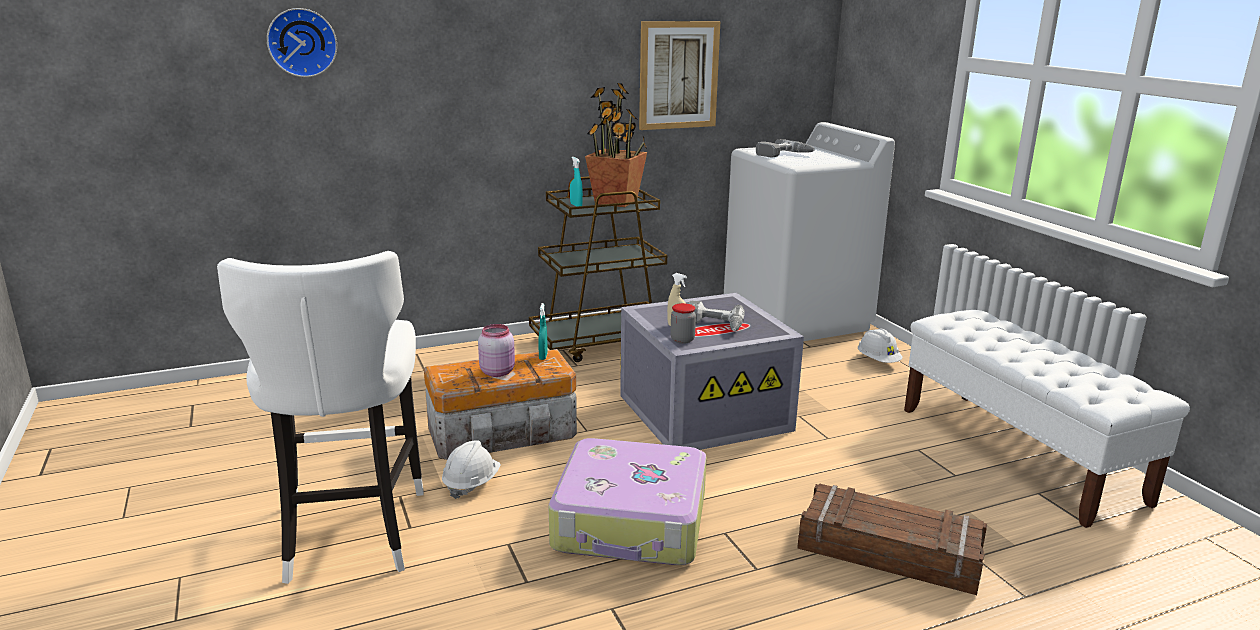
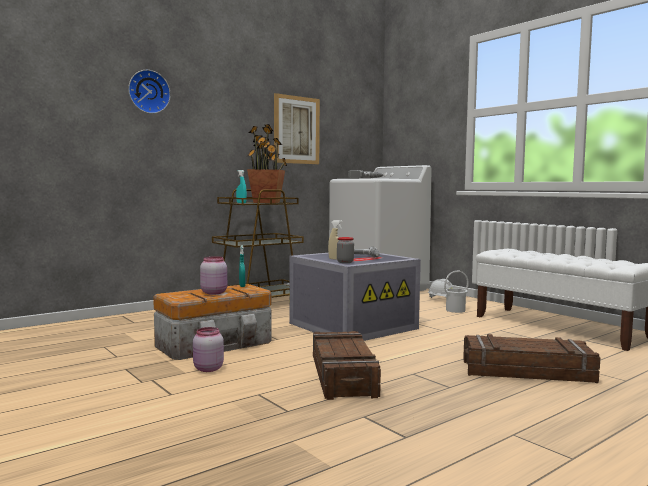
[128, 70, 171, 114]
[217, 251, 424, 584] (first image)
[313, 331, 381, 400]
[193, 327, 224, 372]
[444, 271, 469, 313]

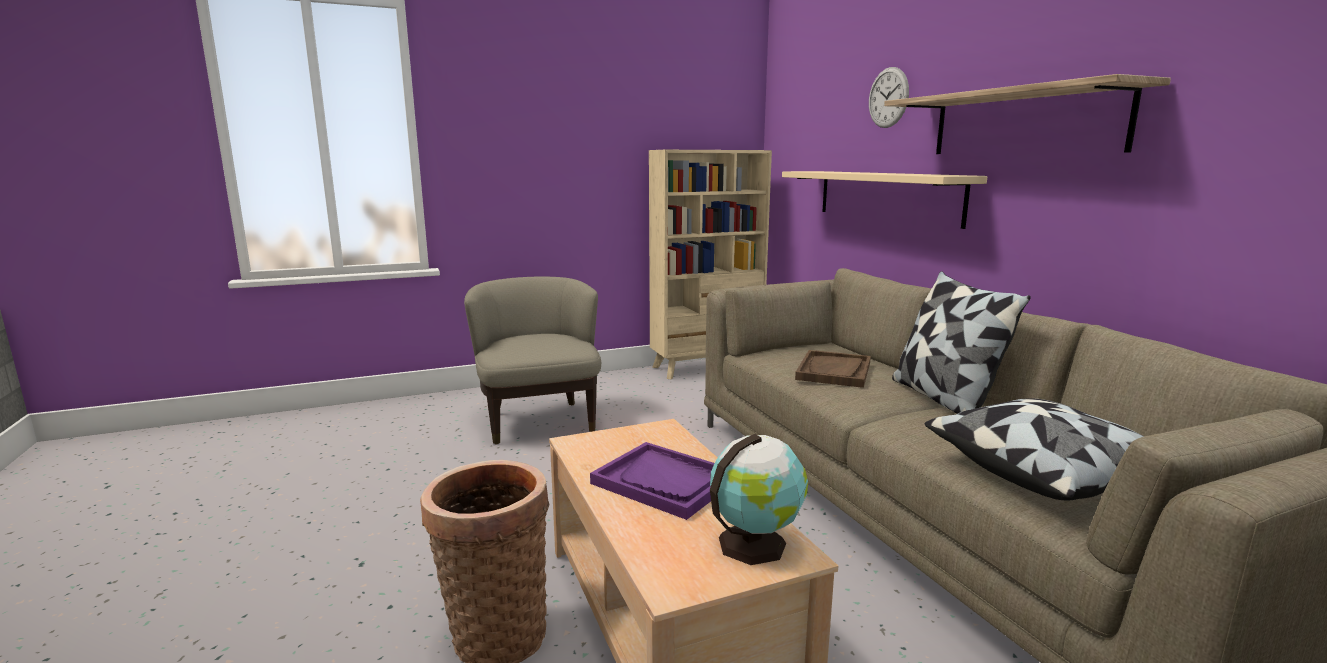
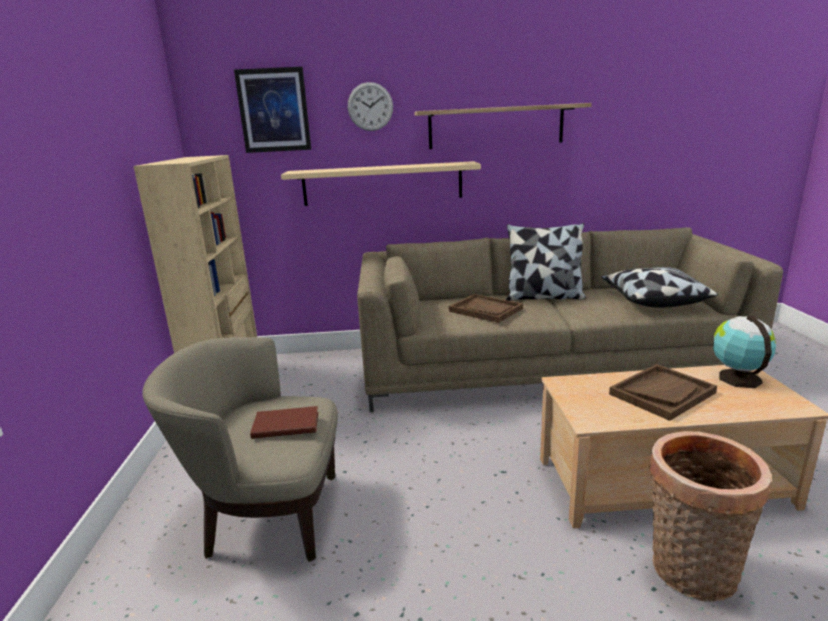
[609, 364, 717, 421]
[234, 67, 311, 153]
[250, 406, 318, 439]

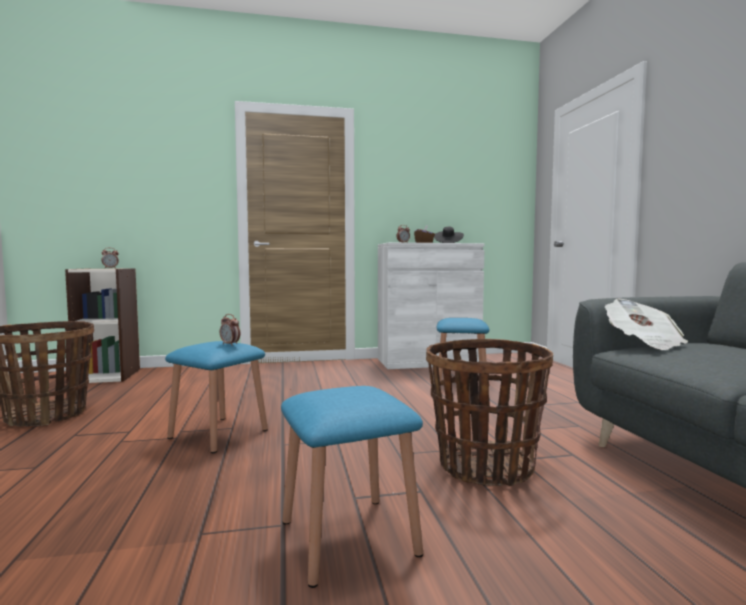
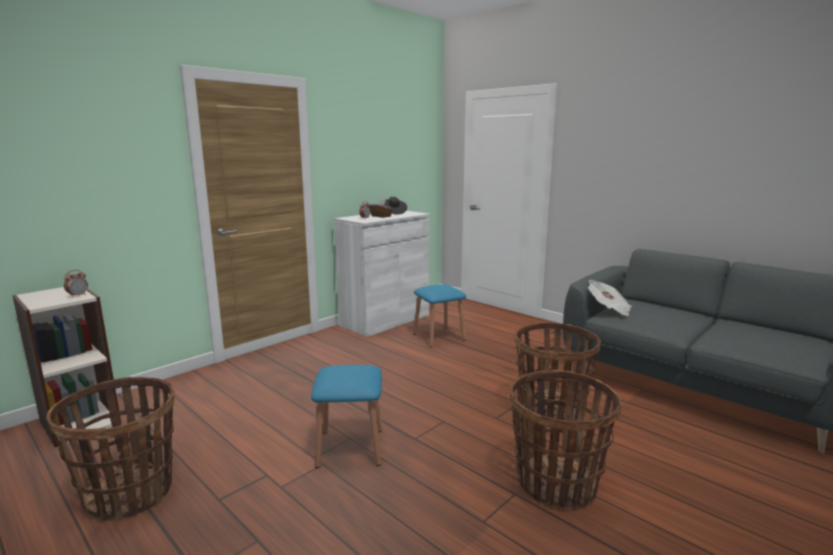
[220, 314, 240, 346] (first image)
[510, 370, 621, 509]

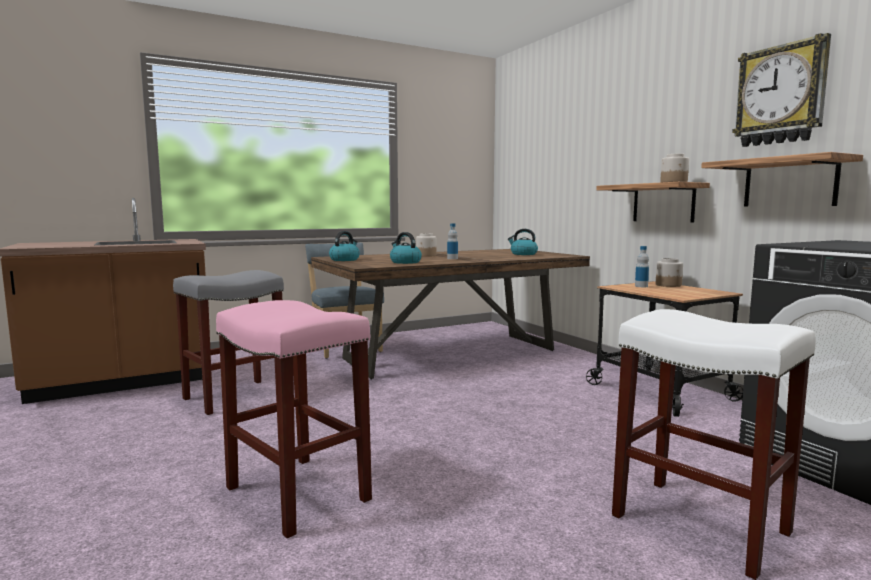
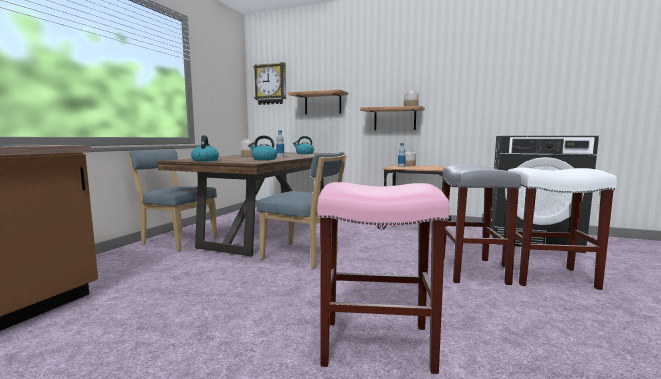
[253, 62, 286, 105]
[288, 90, 348, 114]
[442, 165, 521, 285]
[257, 152, 347, 268]

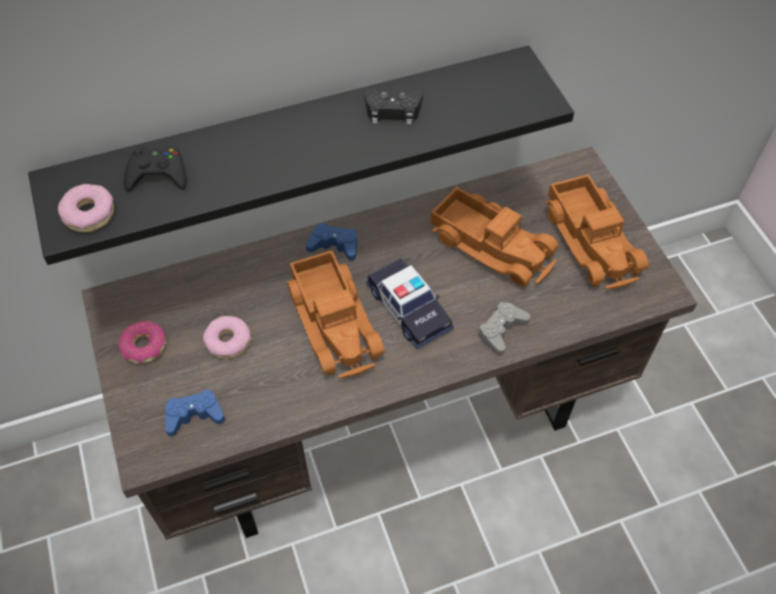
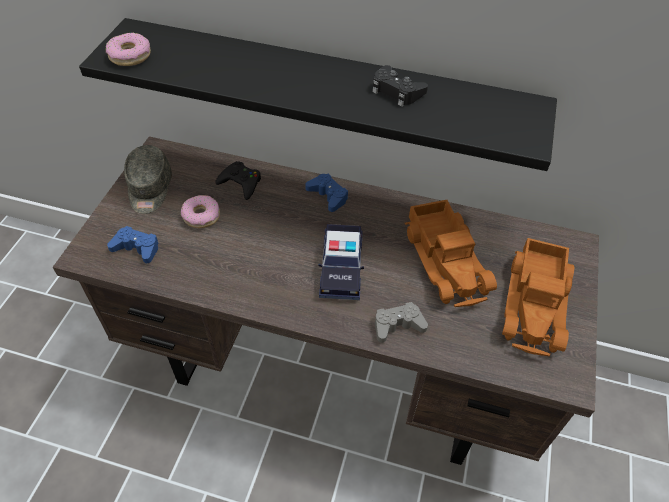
[215, 161, 261, 200]
[286, 250, 385, 379] (first image)
[124, 145, 172, 214]

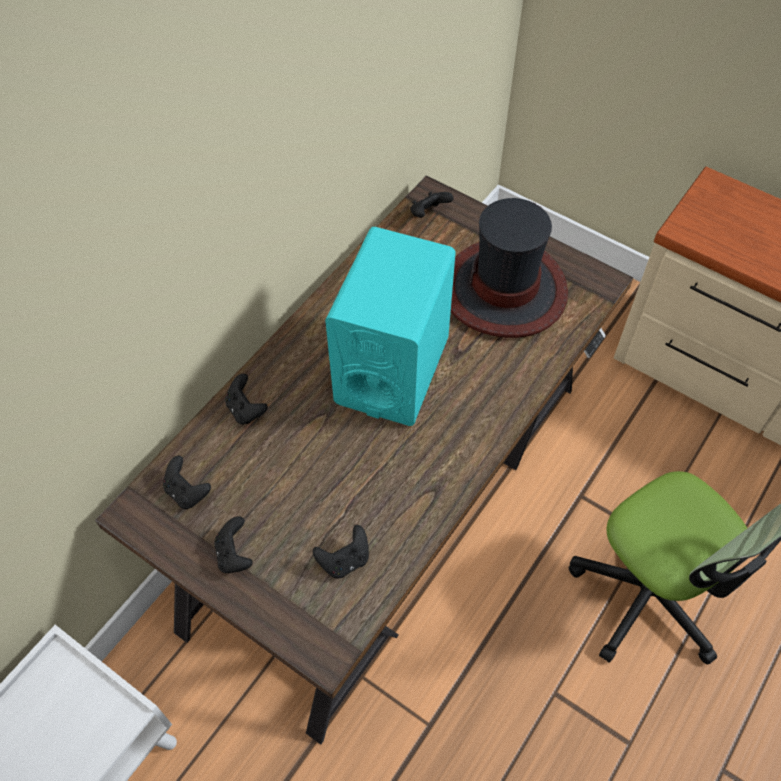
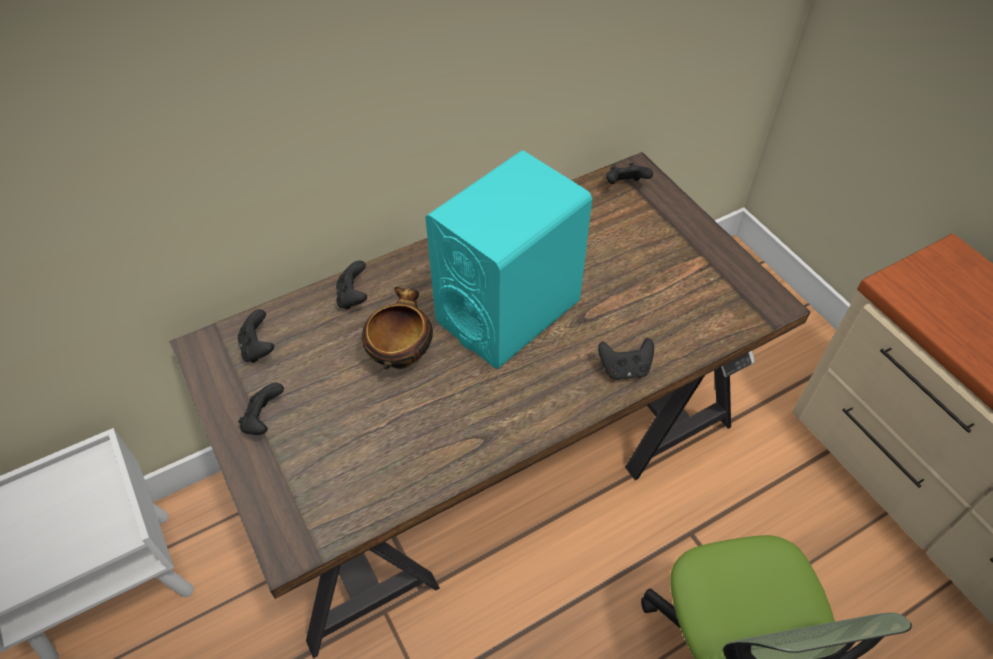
[451, 198, 568, 338] (first image)
[598, 338, 654, 380]
[362, 287, 433, 369]

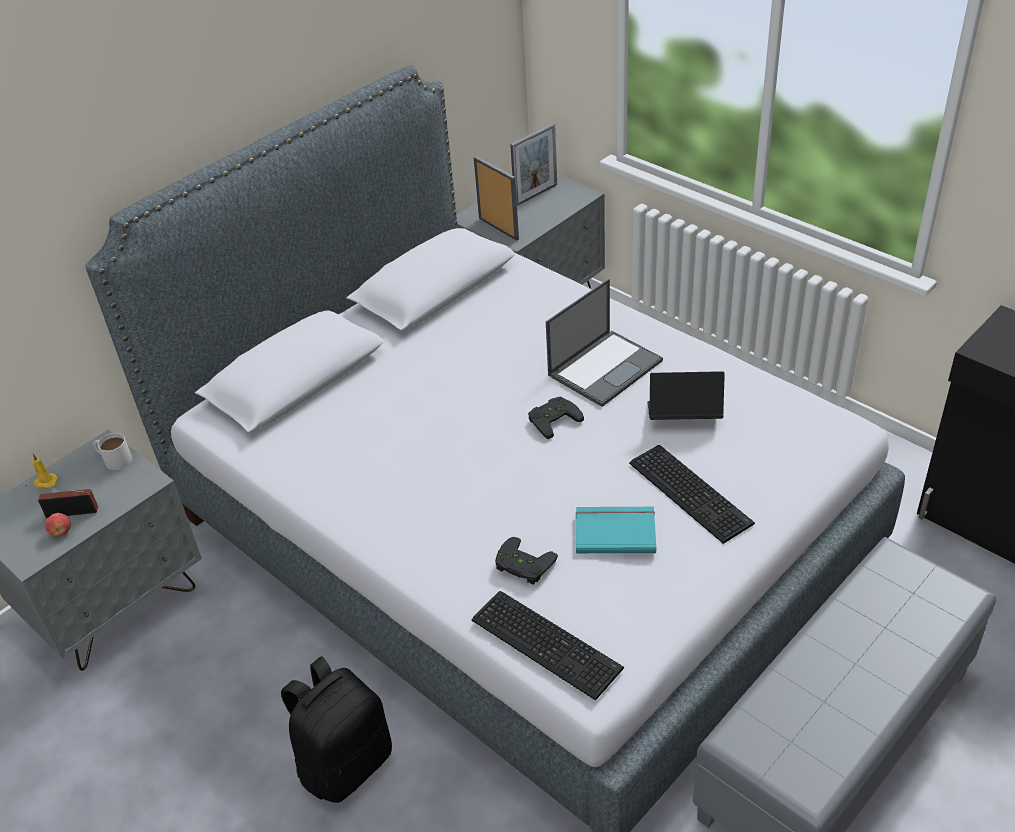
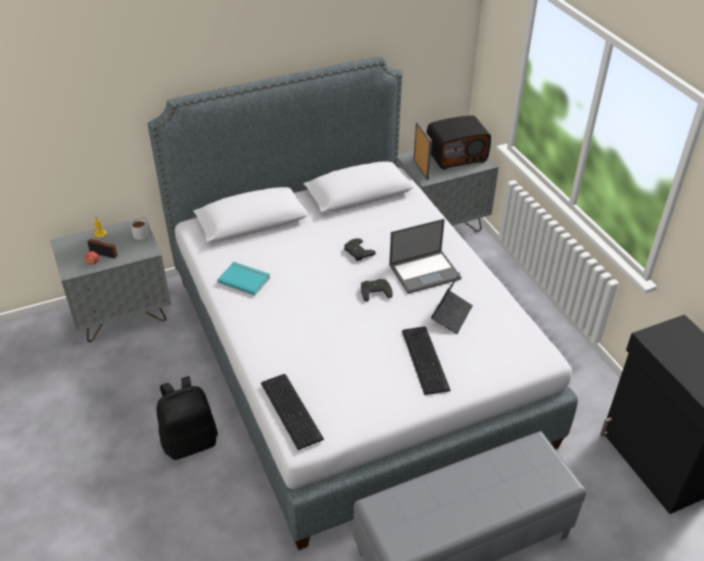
[427, 115, 491, 169]
[431, 273, 473, 334]
[217, 262, 270, 296]
[344, 238, 376, 261]

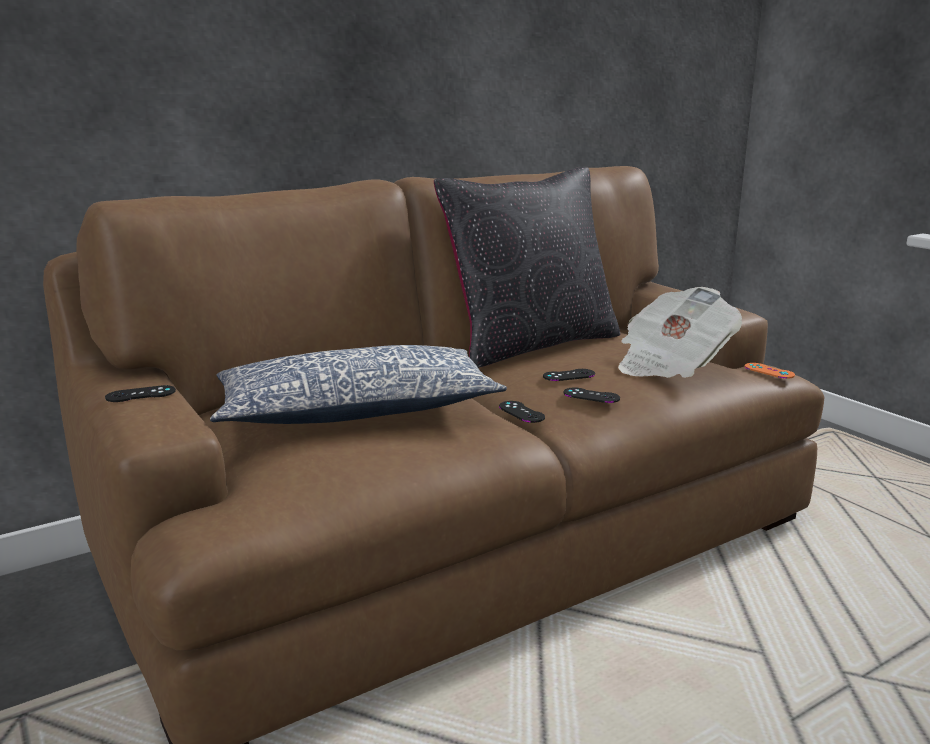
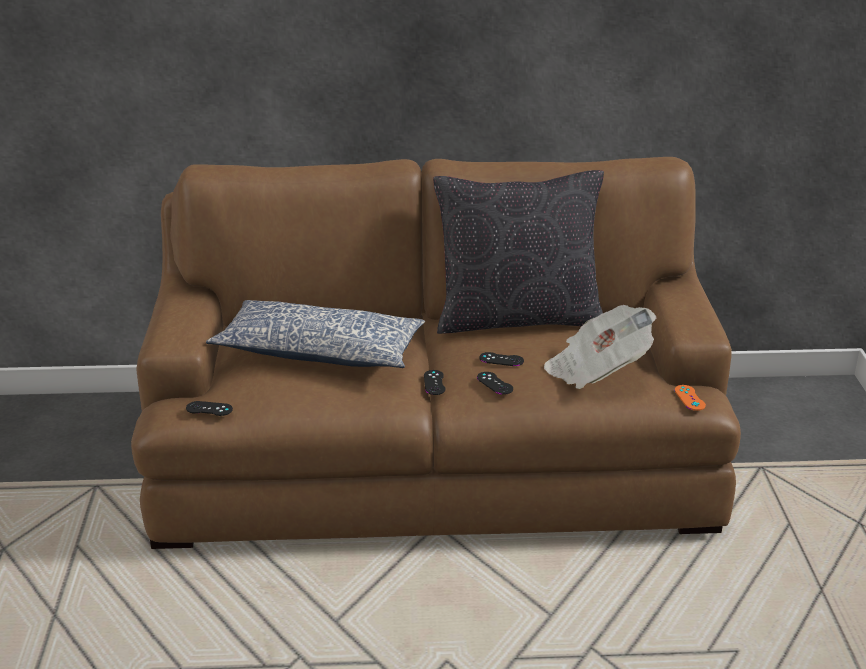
[186, 401, 233, 416]

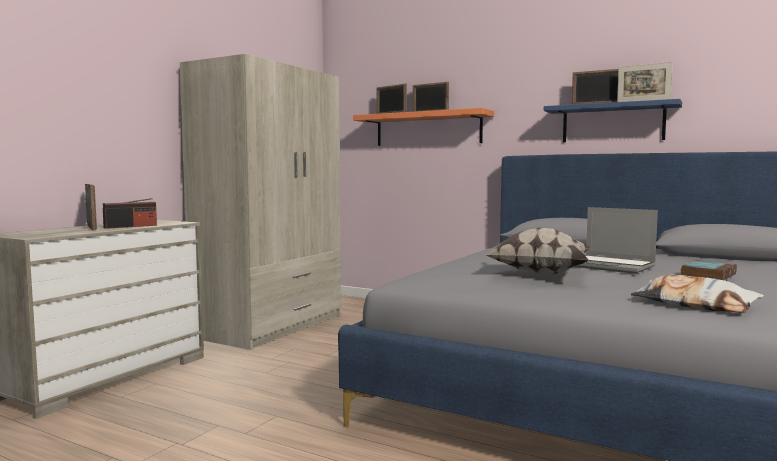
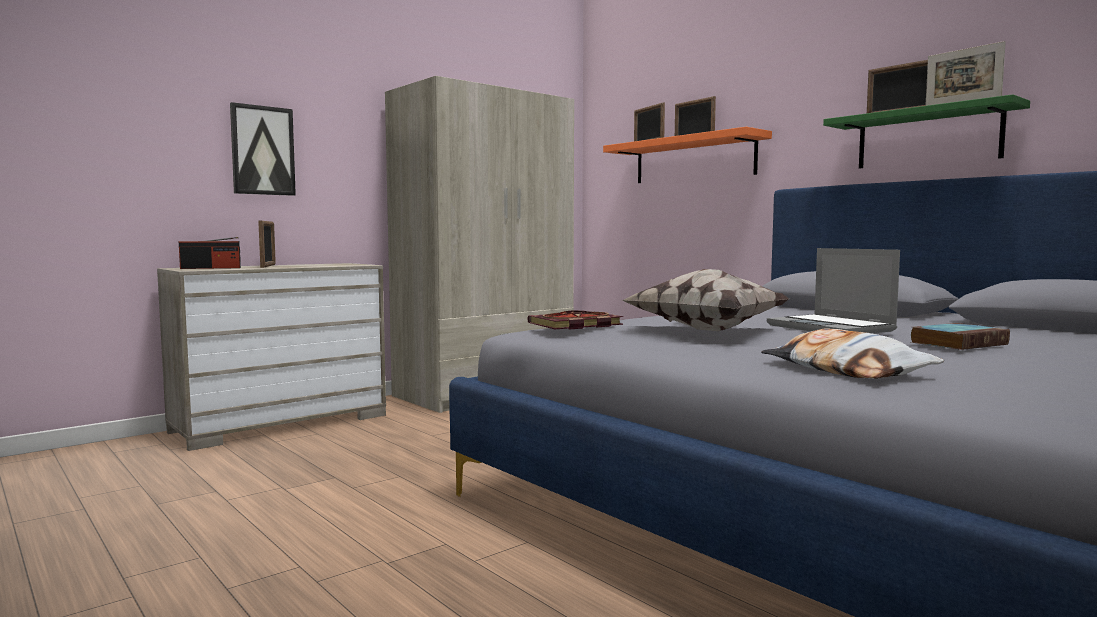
[823, 94, 1030, 169]
[179, 237, 241, 269]
[230, 102, 296, 196]
[528, 310, 623, 329]

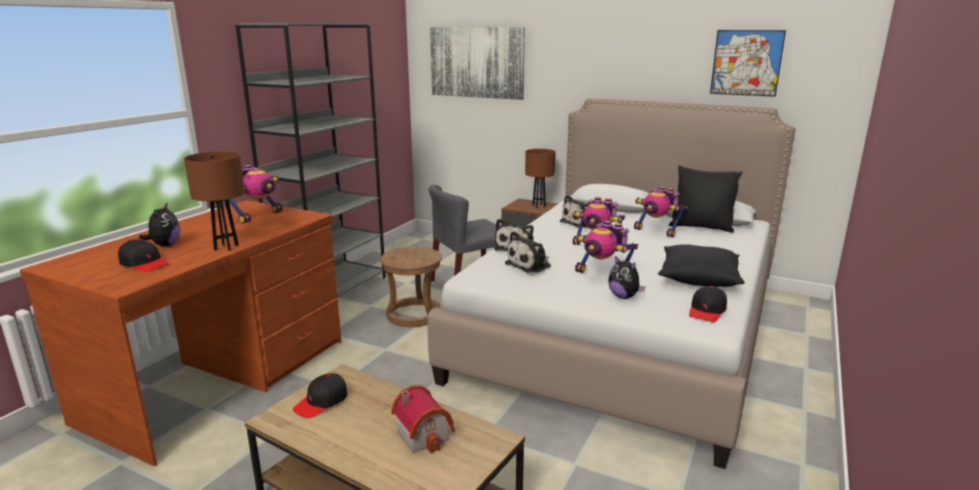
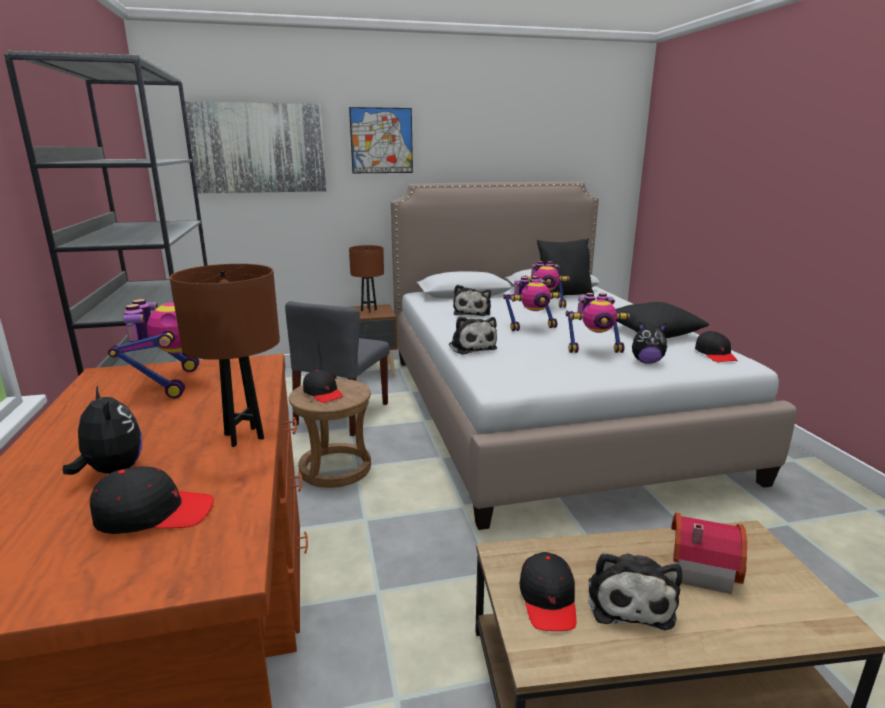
[349, 107, 413, 173]
[588, 553, 682, 630]
[303, 370, 343, 403]

